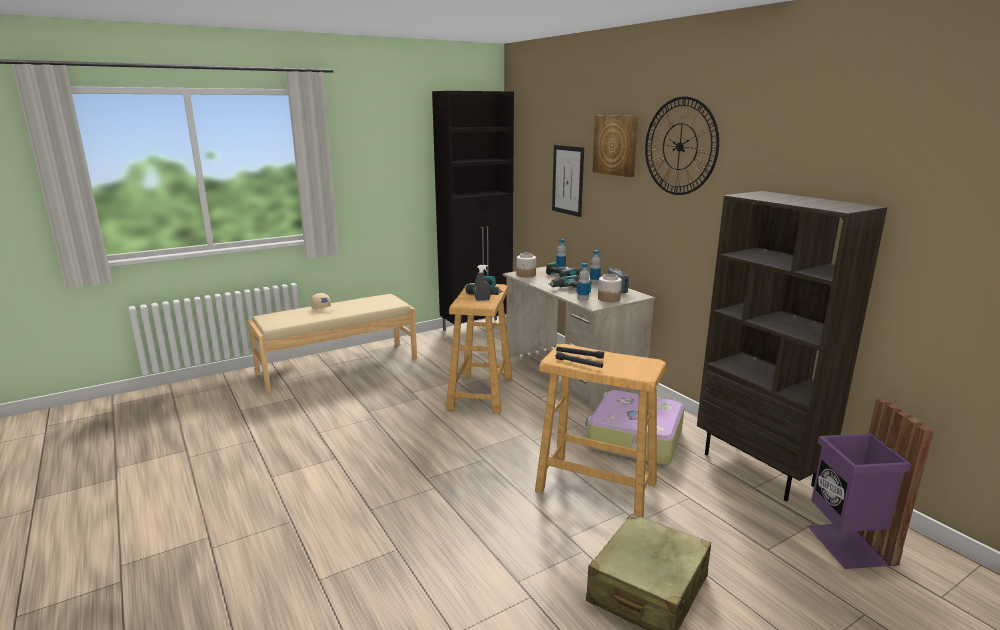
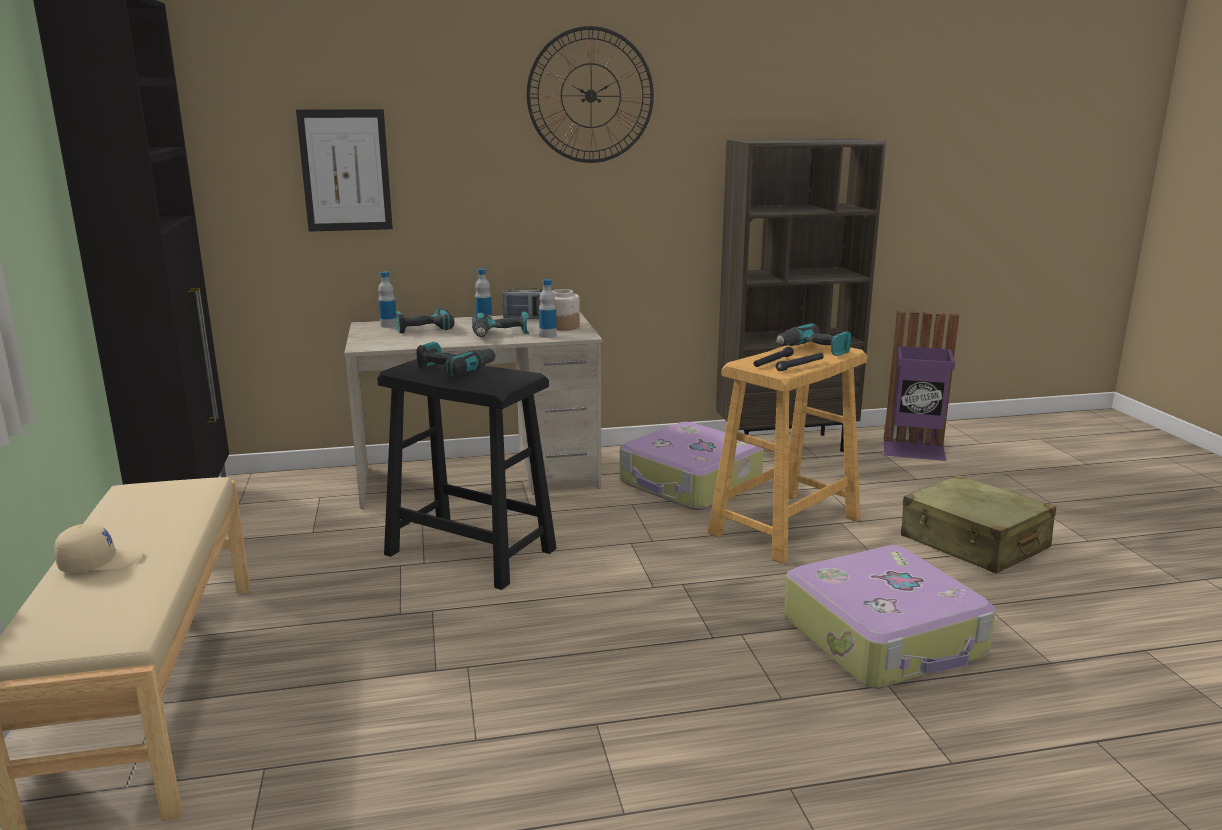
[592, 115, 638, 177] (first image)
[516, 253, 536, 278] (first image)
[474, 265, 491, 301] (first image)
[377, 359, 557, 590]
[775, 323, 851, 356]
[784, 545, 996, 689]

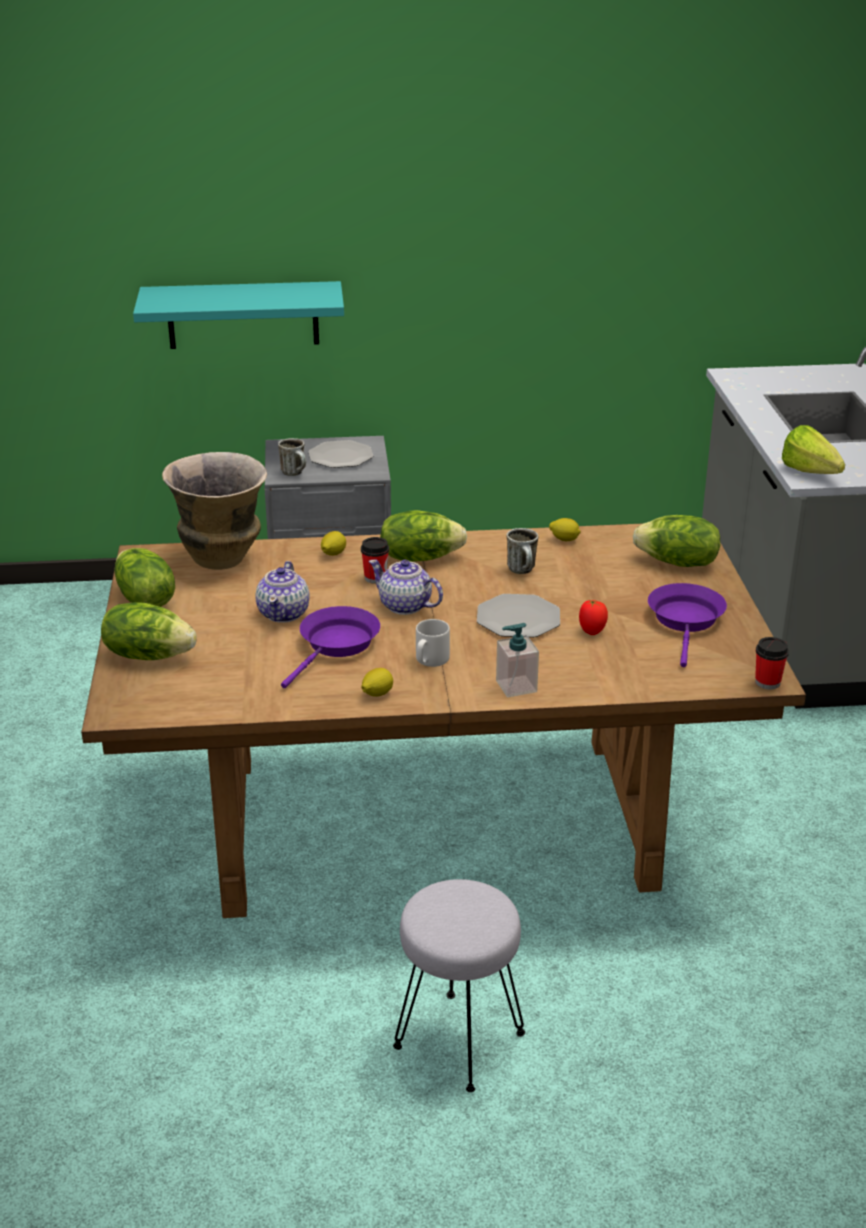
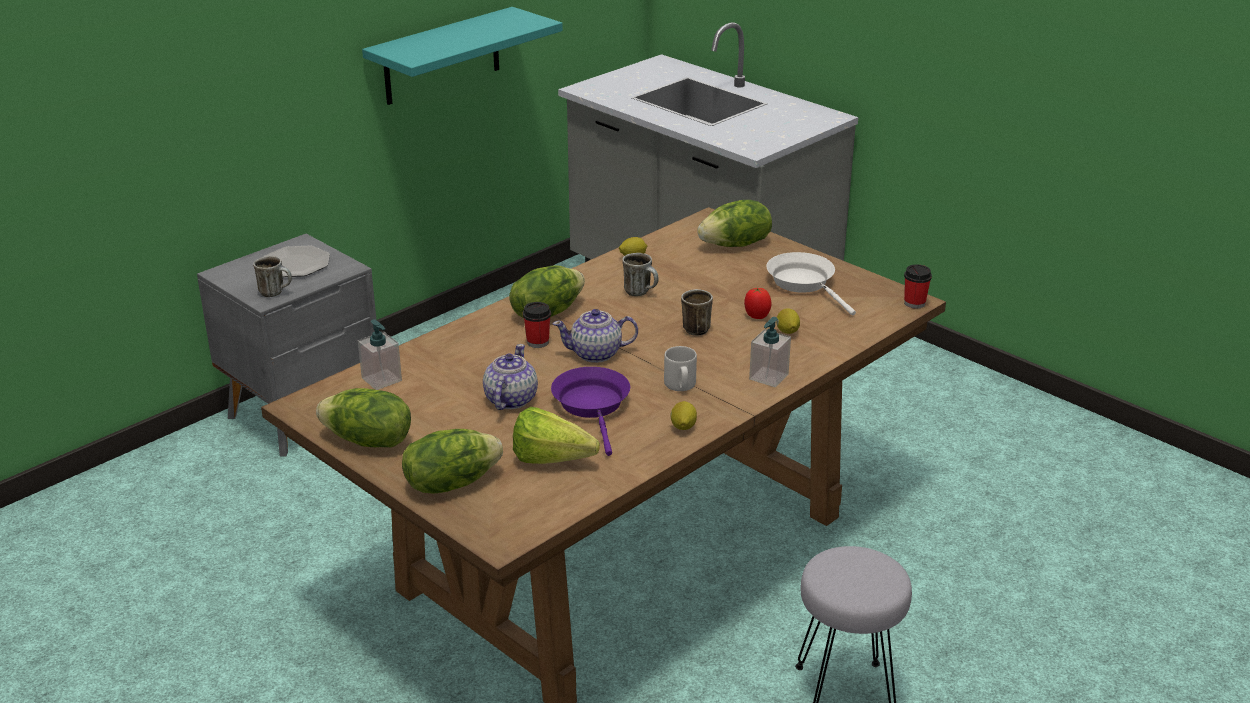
[362, 7, 563, 105]
[513, 407, 600, 464]
[358, 319, 402, 390]
[776, 308, 800, 334]
[483, 344, 538, 410]
[766, 252, 856, 315]
[681, 289, 713, 336]

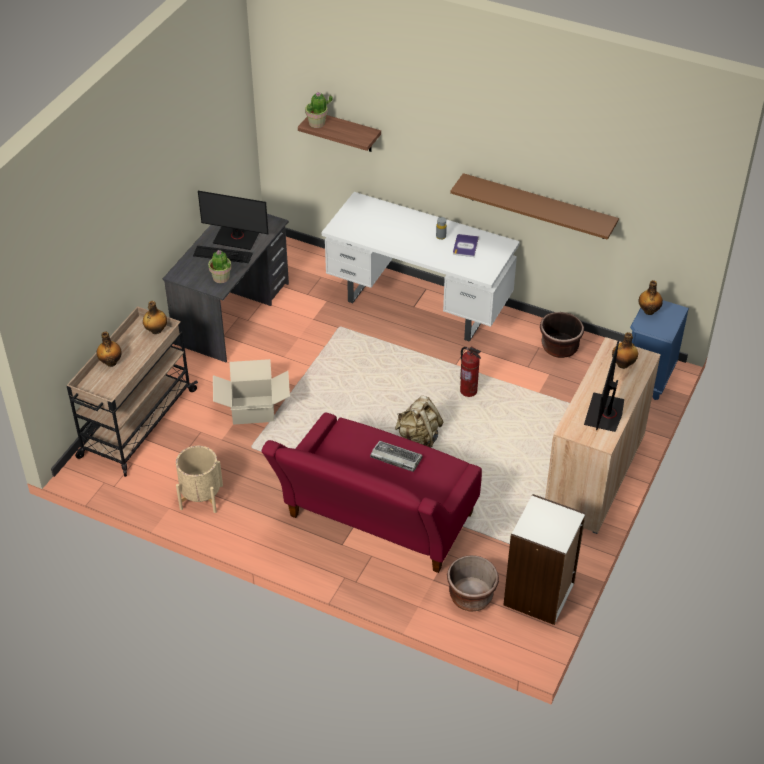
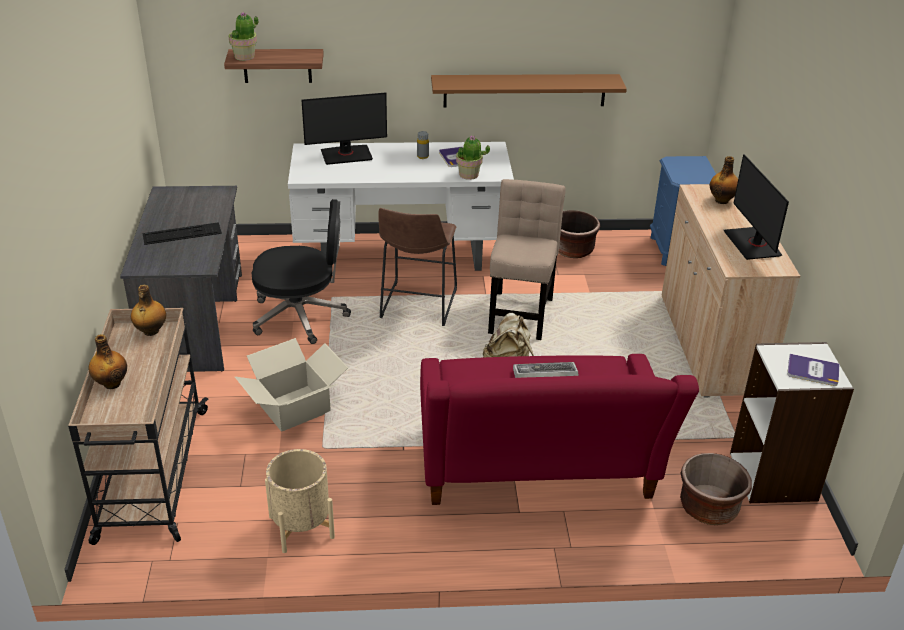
[301, 92, 387, 165]
[456, 135, 490, 180]
[639, 280, 663, 315] (first image)
[488, 179, 566, 340]
[251, 199, 351, 344]
[378, 208, 457, 326]
[787, 354, 839, 386]

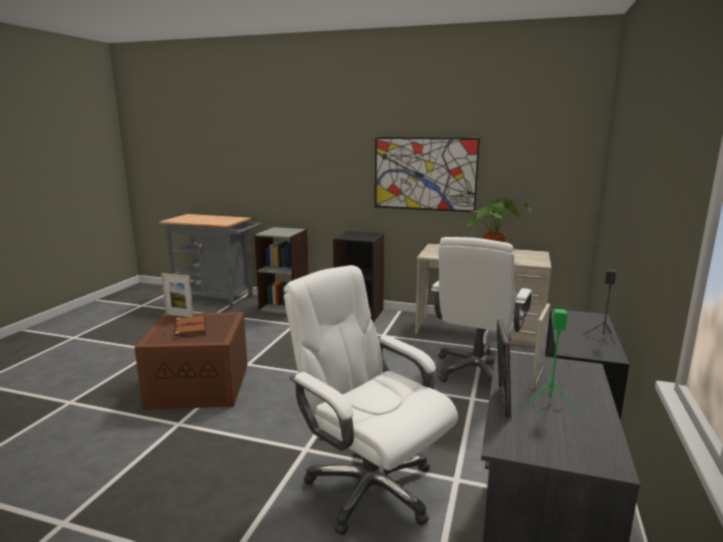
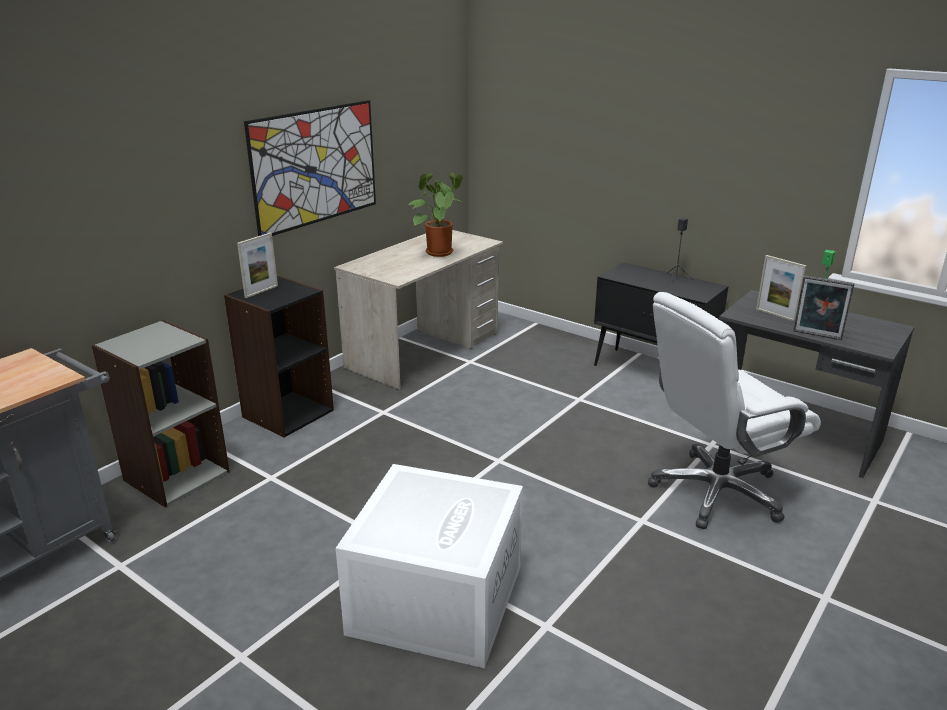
[431, 237, 532, 382] (first image)
[237, 233, 278, 298]
[335, 464, 523, 668]
[175, 316, 206, 338] (first image)

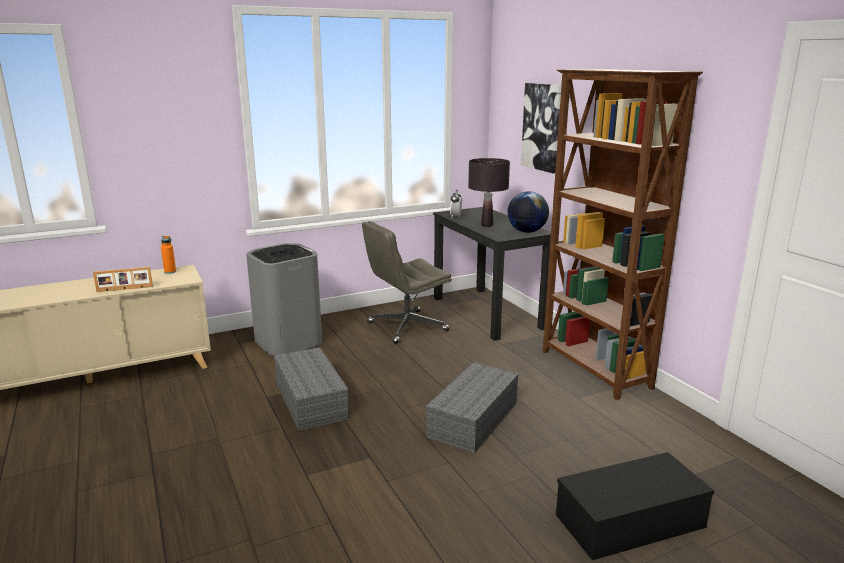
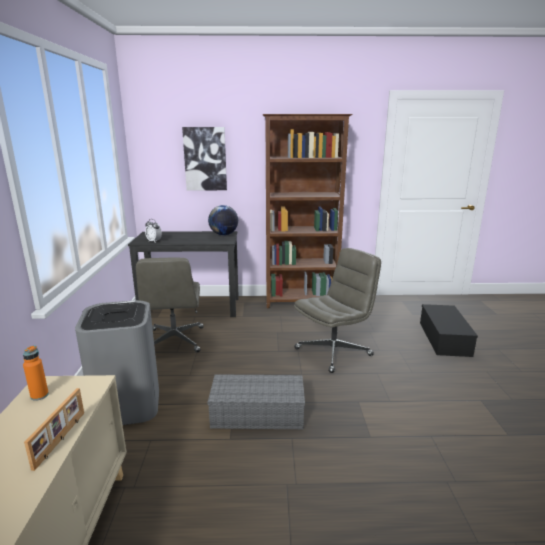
[468, 158, 510, 227] (first image)
[294, 248, 381, 373]

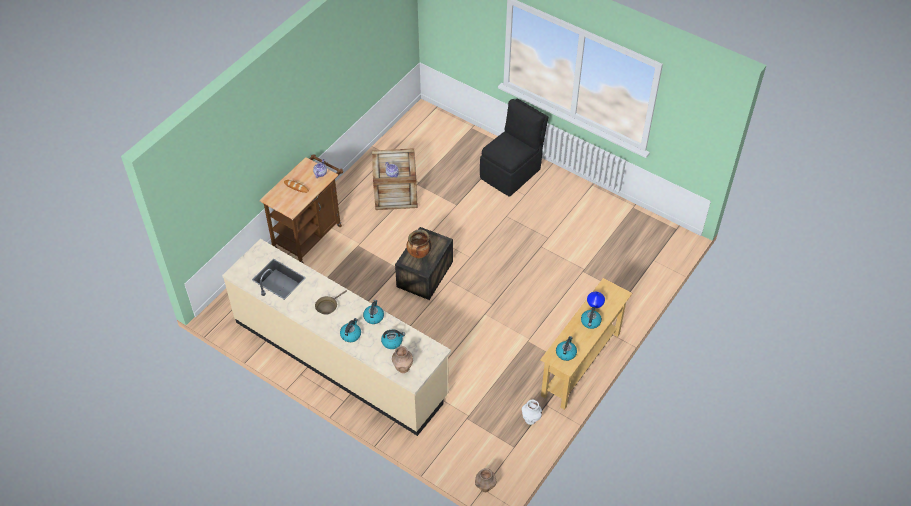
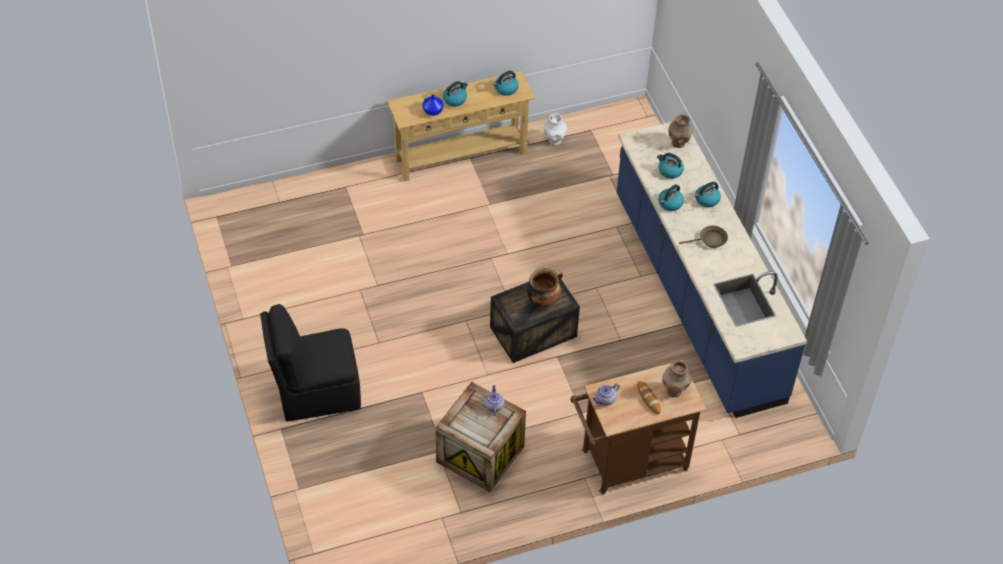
[617, 122, 807, 418]
[662, 360, 691, 397]

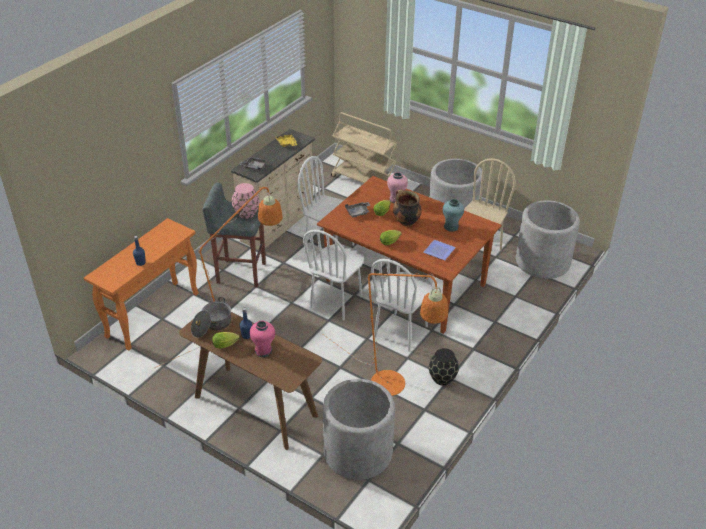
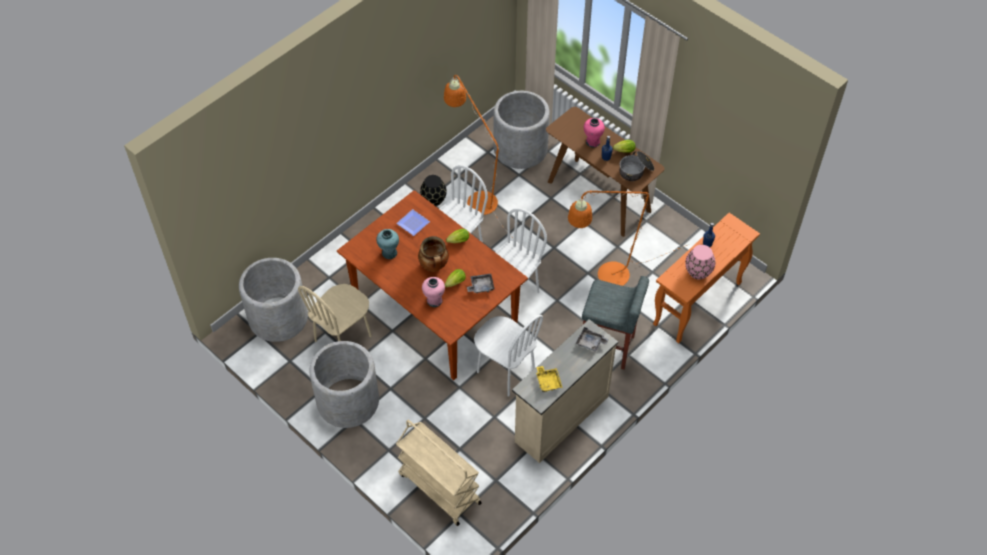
[685, 245, 715, 280]

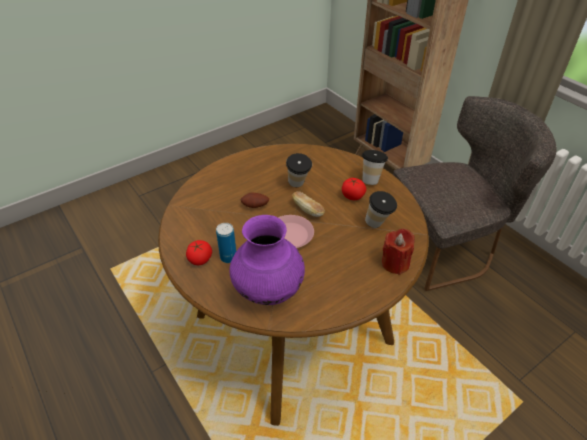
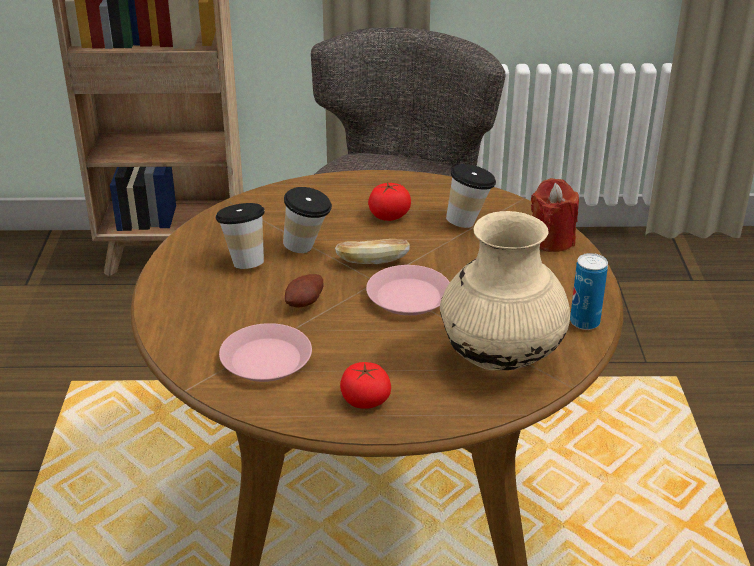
[215, 203, 265, 269]
[440, 211, 570, 370]
[570, 253, 608, 330]
[219, 323, 312, 382]

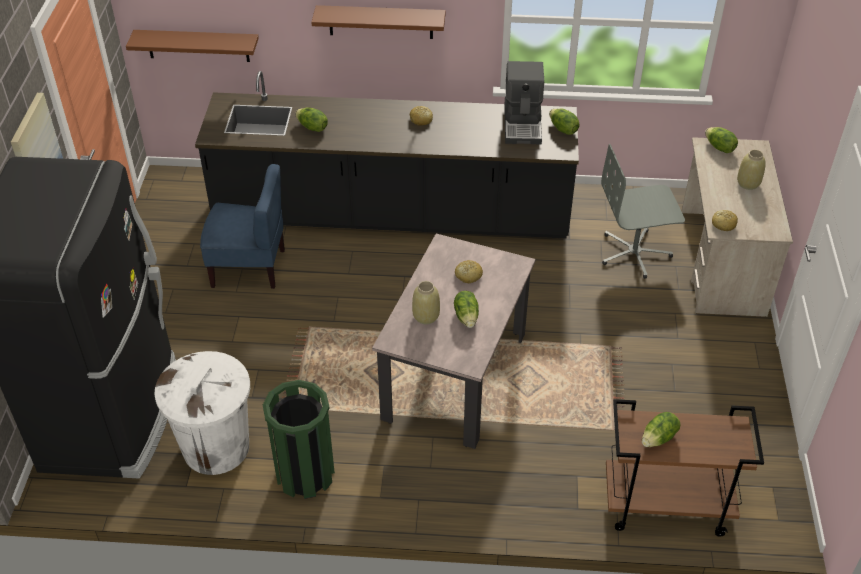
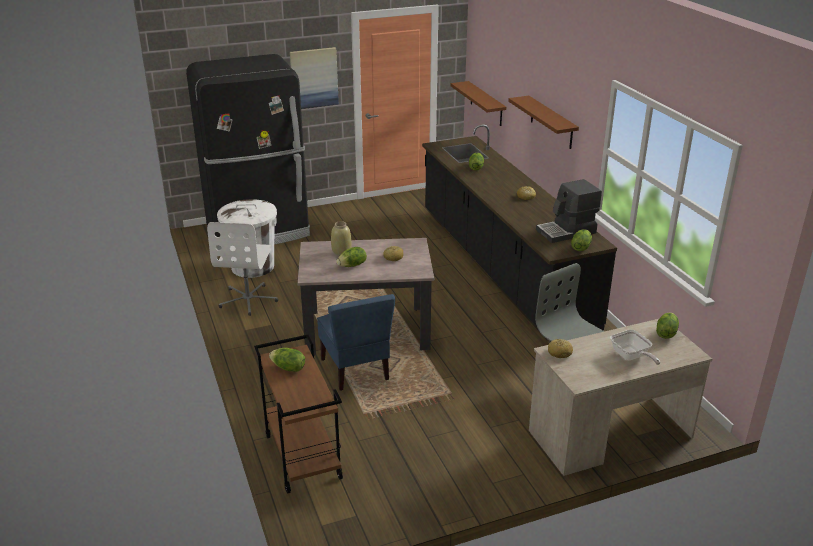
[610, 330, 661, 365]
[317, 294, 395, 391]
[207, 222, 278, 316]

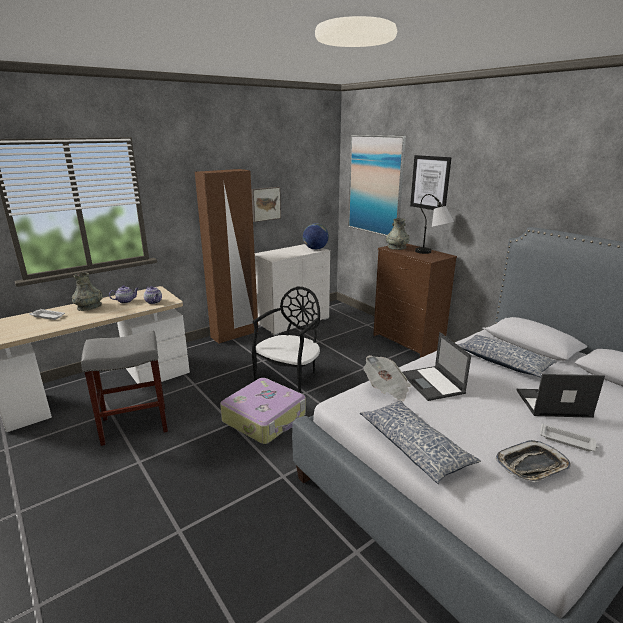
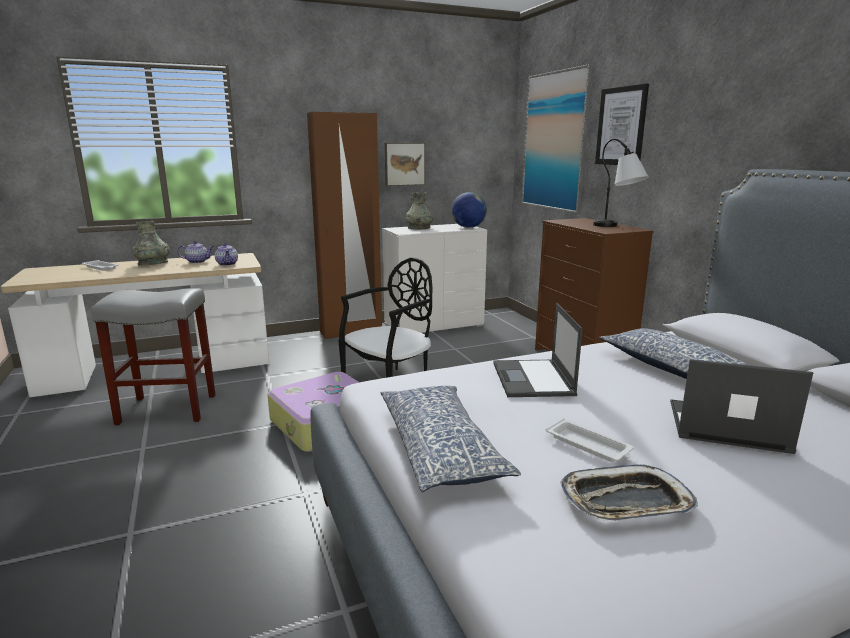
[406, 192, 433, 230]
[364, 355, 411, 401] (first image)
[546, 418, 633, 462]

